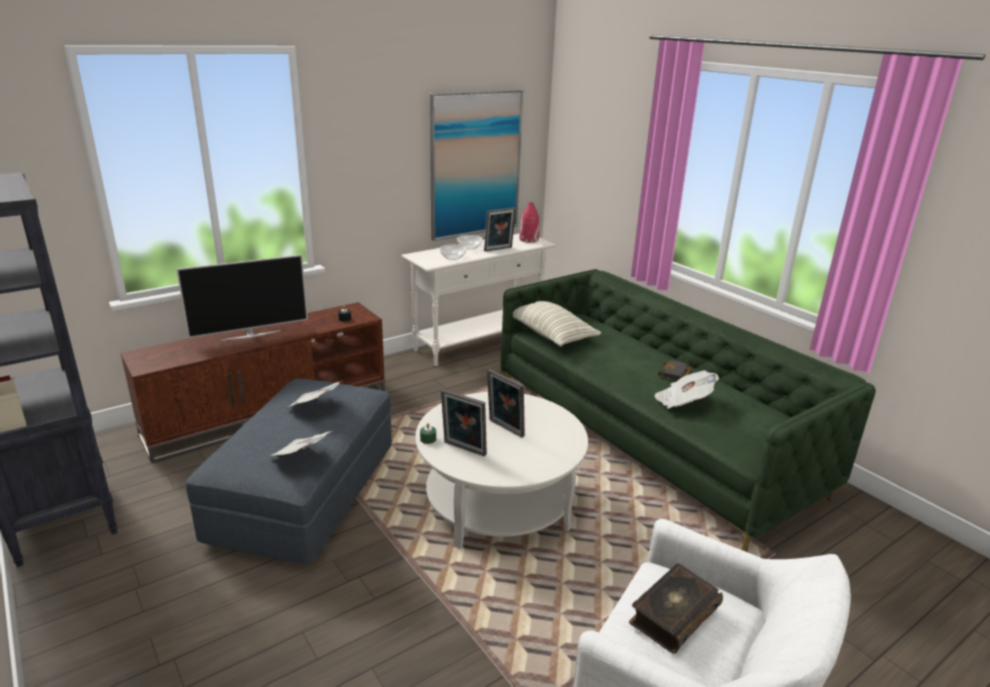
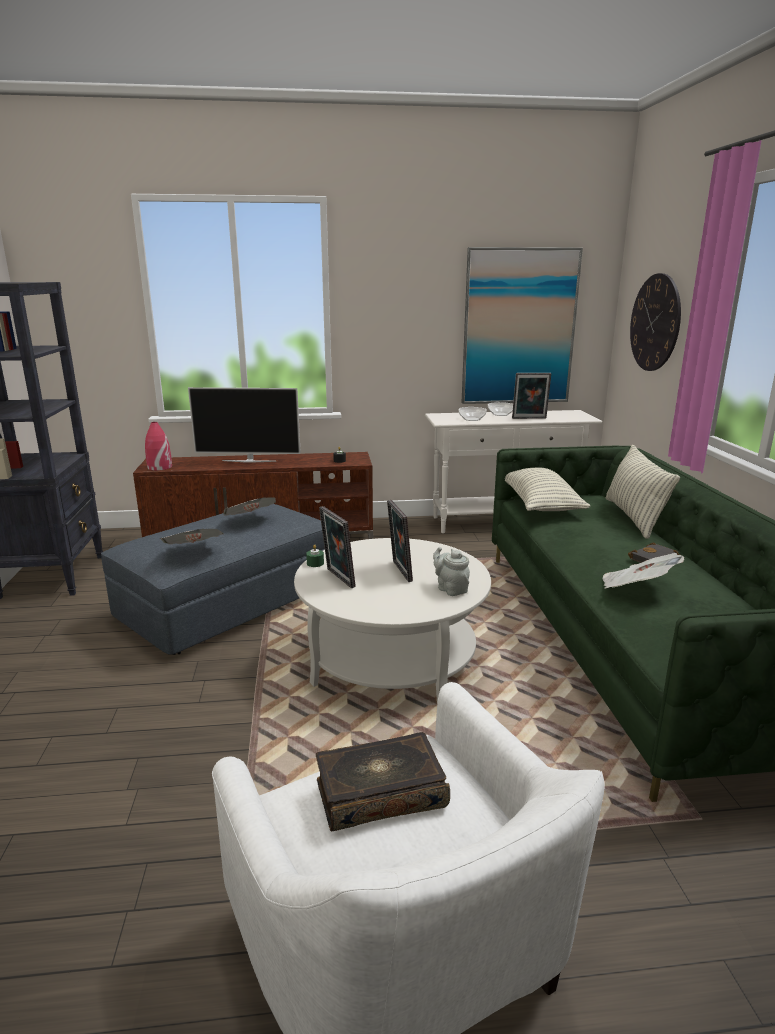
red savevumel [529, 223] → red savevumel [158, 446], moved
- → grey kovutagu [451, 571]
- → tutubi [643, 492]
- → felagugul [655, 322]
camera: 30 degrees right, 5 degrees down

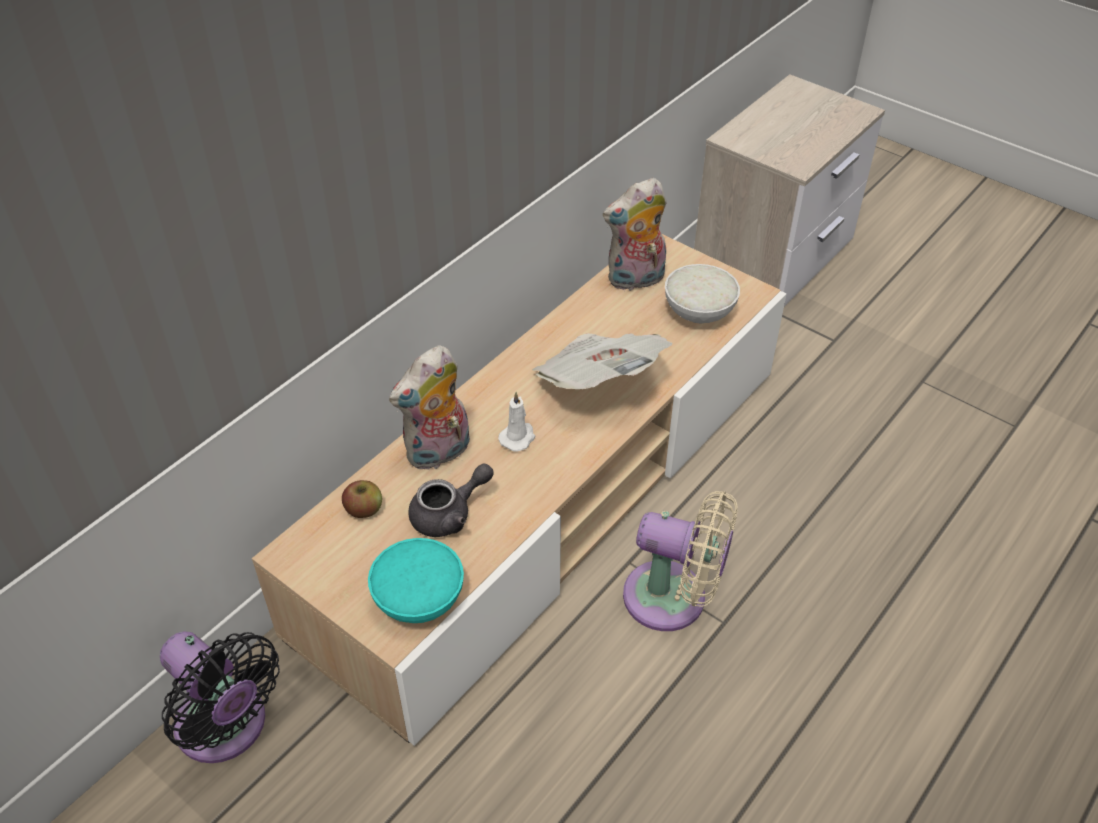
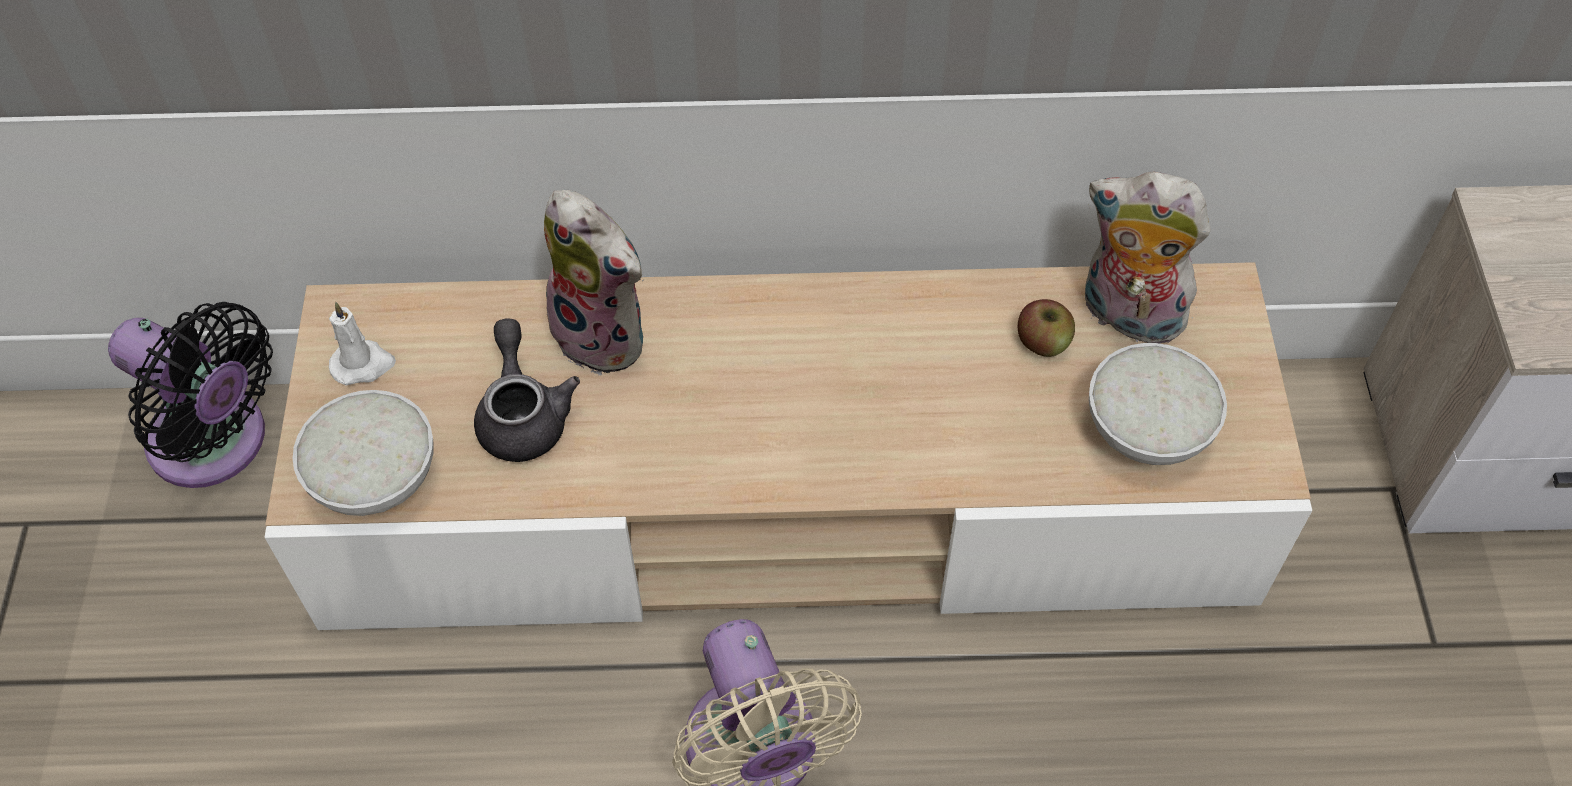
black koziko [220, 697] → black koziko [190, 395], 60 degrees counterclockwise
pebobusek [362, 499] → pebobusek [1046, 328], moved
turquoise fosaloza [416, 580] → white fosaloza [362, 453]
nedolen [429, 408] → nedolen [591, 282], 150 degrees counterclockwise
grey kovutagu [451, 500] → grey kovutagu [527, 390], 120 degrees counterclockwise
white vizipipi [516, 422] → white vizipipi [362, 343], moved
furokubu [602, 361] → -
camera: 50 degrees right, 10 degrees up

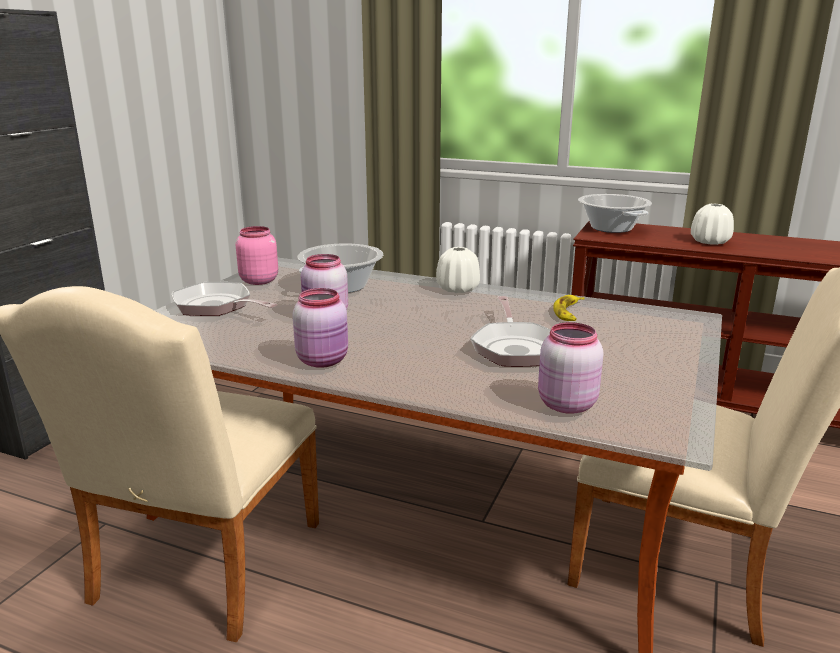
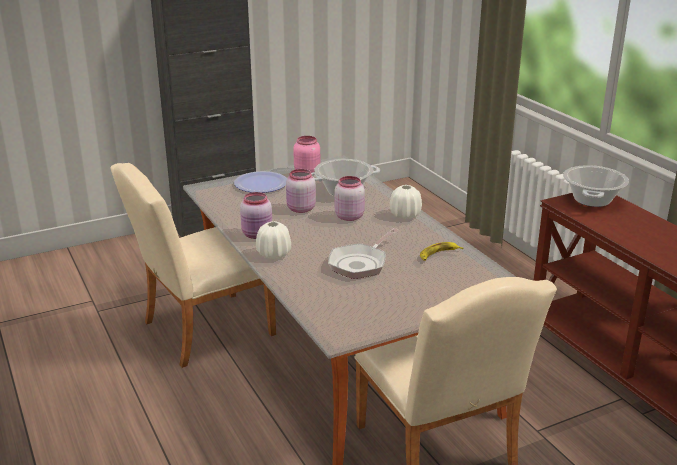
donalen [225, 299] → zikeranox [260, 182]
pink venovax [571, 368] → pink venovax [350, 198], moved
white savevumel [712, 224] → white savevumel [273, 240], moved
camera: 40 degrees right, 5 degrees up

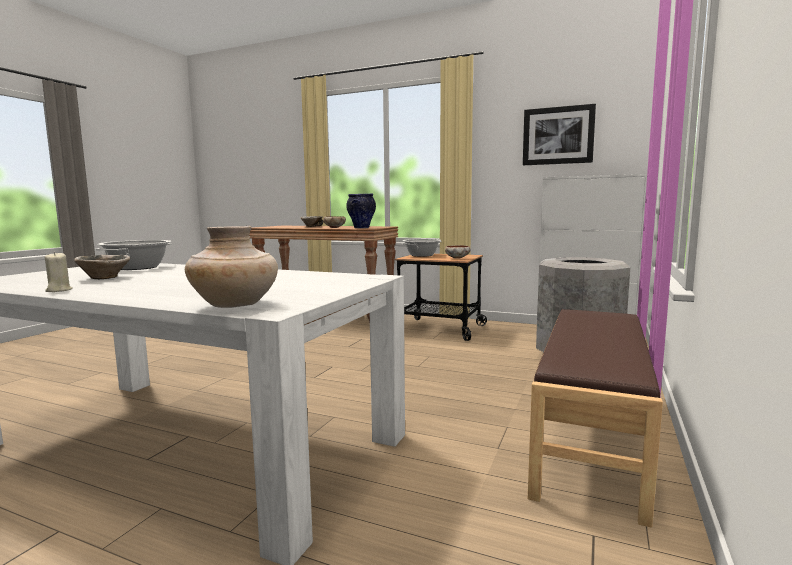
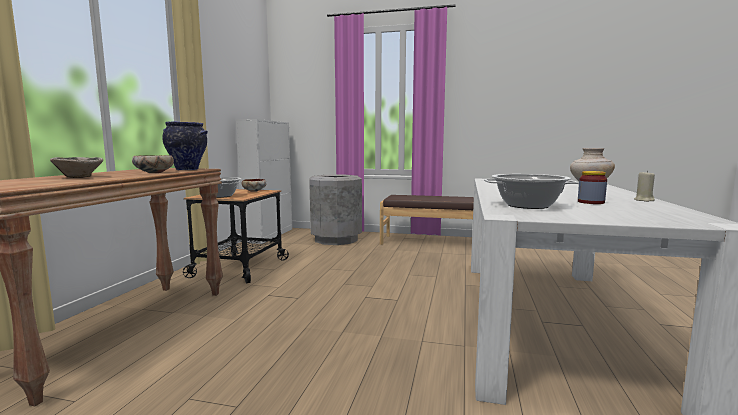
fosaloza [102, 267] → venovax [592, 187]
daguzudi [559, 134] → -
camera: 100 degrees left, 0 degrees up

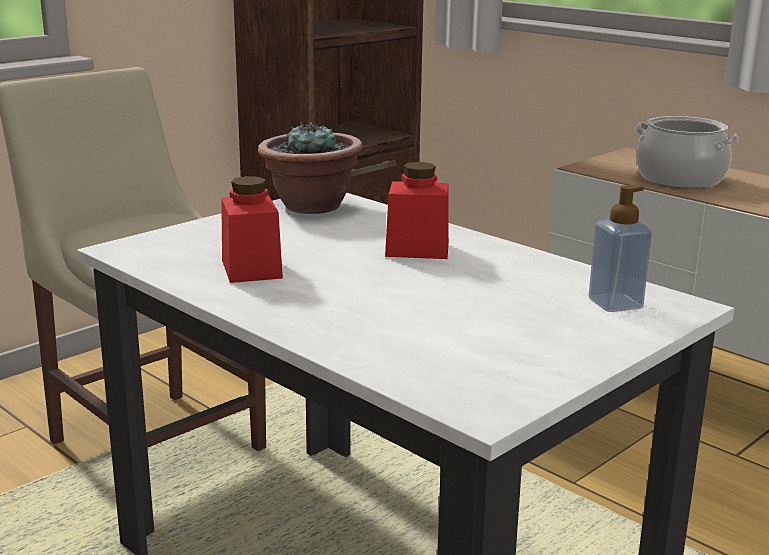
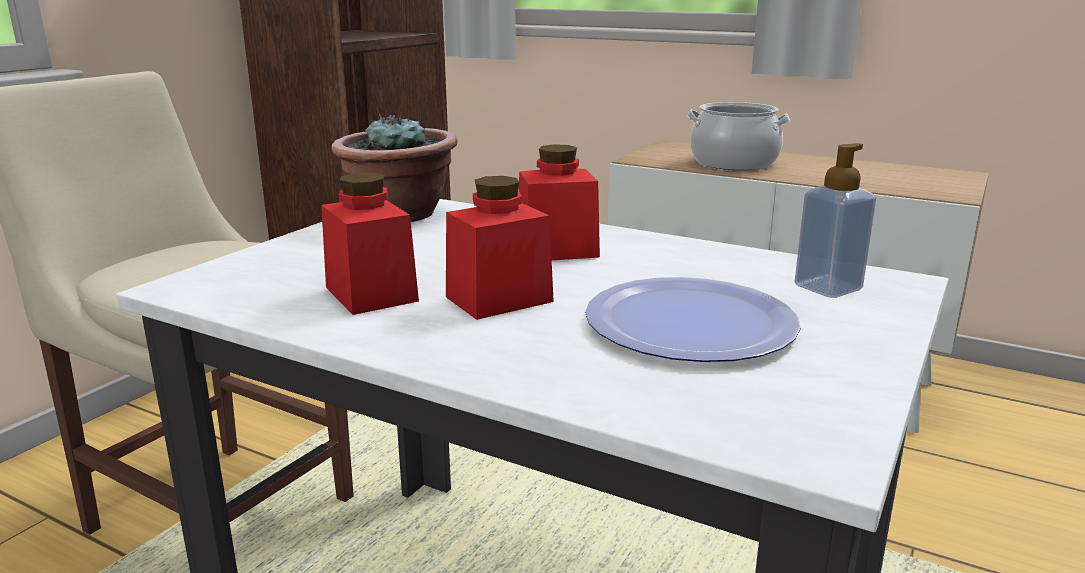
- → red venovax [500, 248]
- → zikeranox [693, 319]
camera: 15 degrees left, 0 degrees up

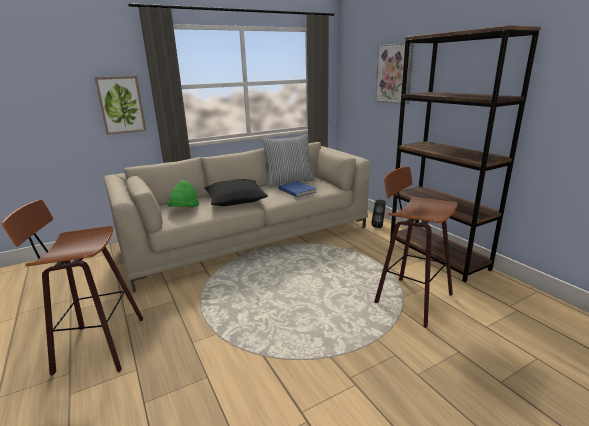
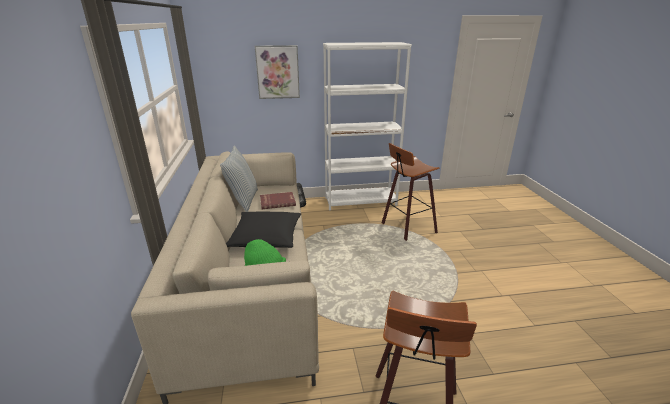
daguzudi [120, 105] → -
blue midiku [297, 189] → red midiku [278, 200]
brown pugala [465, 153] → white pugala [367, 126]
camera: 70 degrees left, 5 degrees up

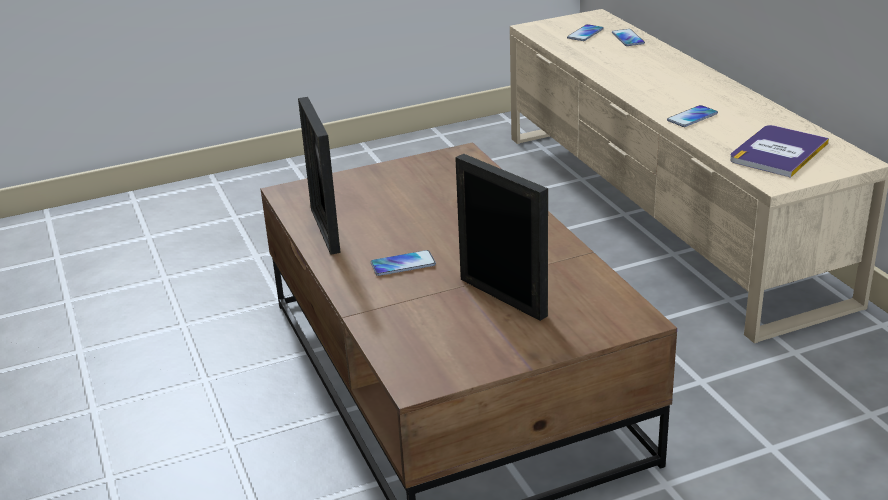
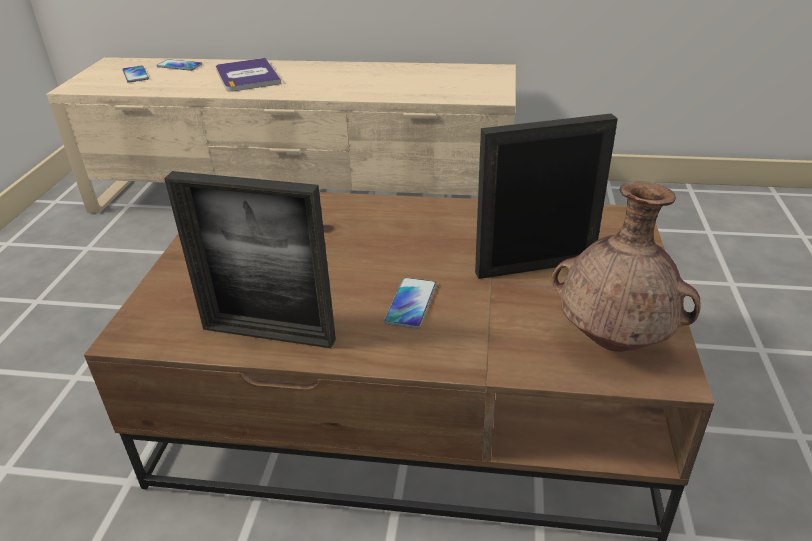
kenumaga [692, 116] → -
midiku [779, 151] → midiku [249, 75], moved
- → brown savevumel [626, 267]
camera: 60 degrees left, 5 degrees up

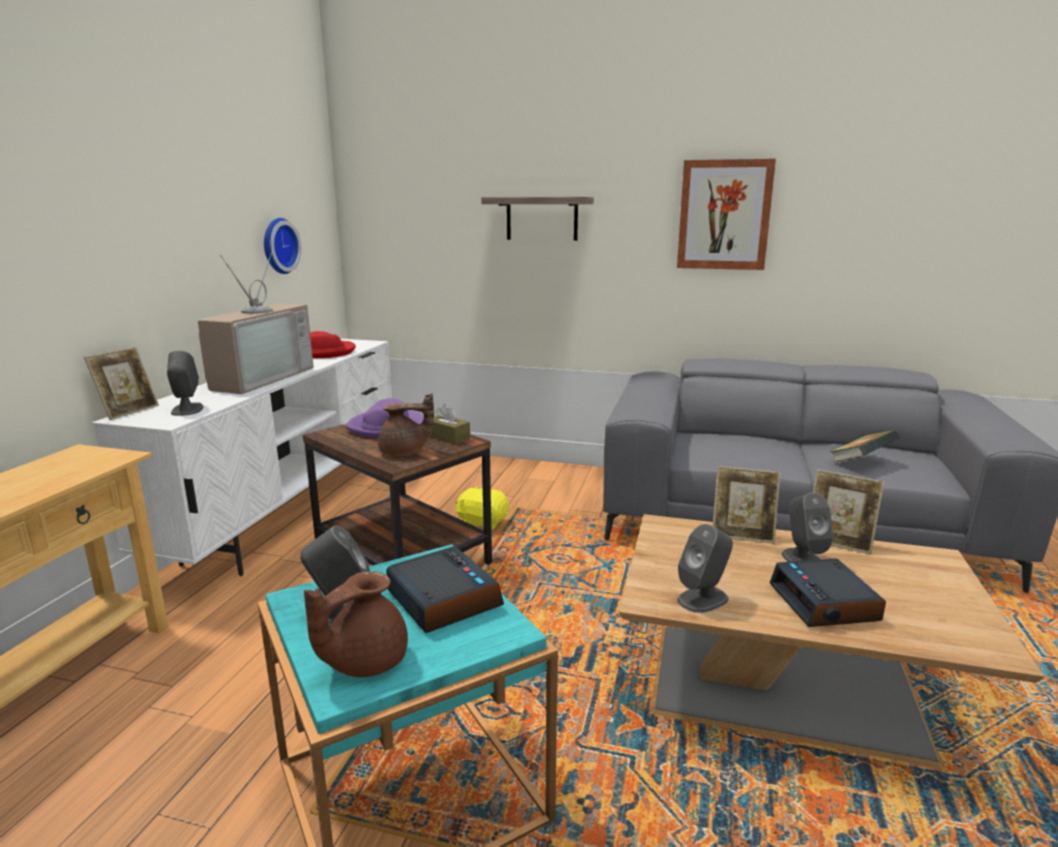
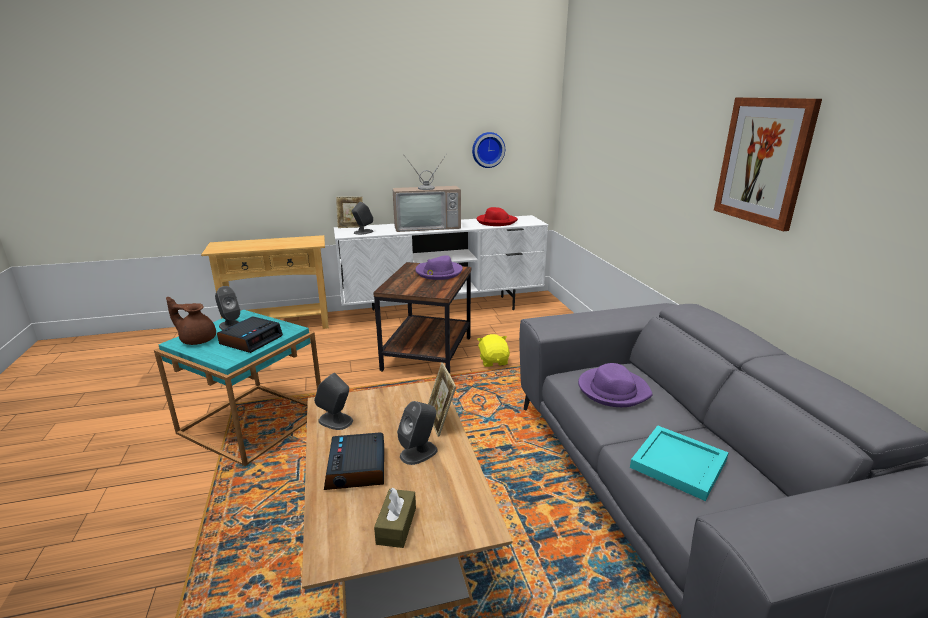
brown kovutagu [406, 424] → -
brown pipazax [450, 424] → brown pipazax [395, 518], moved
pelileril [537, 219] → -
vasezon [828, 593] → vasezon [354, 461], 60 degrees counterclockwise
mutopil [849, 511] → -
midiku [864, 446] → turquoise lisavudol [679, 463]
- → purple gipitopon [615, 385]
camera: 60 degrees right, 5 degrees up

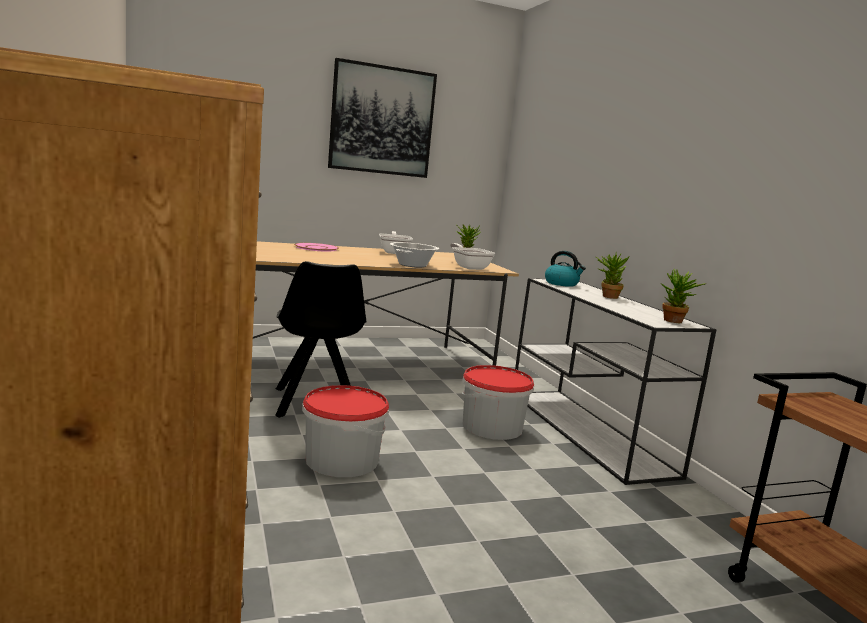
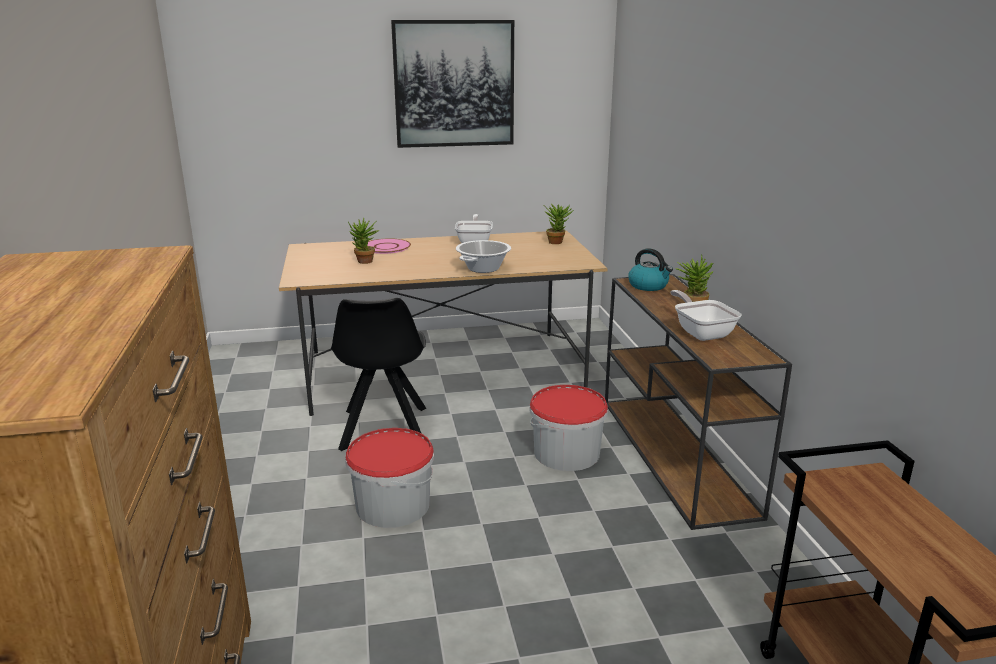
donalen [472, 256] → donalen [706, 315], moved
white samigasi [616, 381] → brown samigasi [698, 402]
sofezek [683, 296] → sofezek [363, 241], moved
camera: 10 degrees right, 10 degrees up

